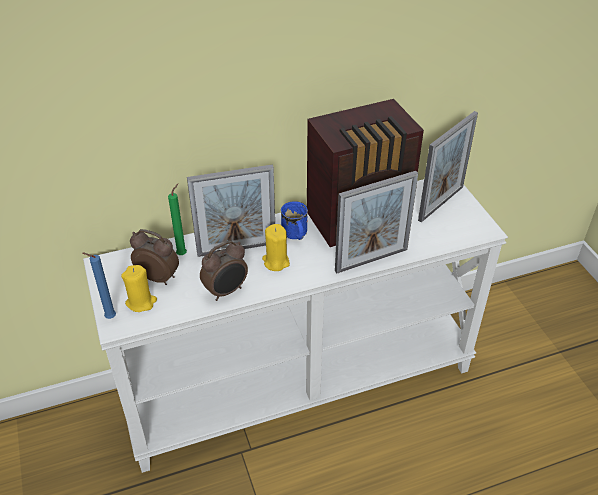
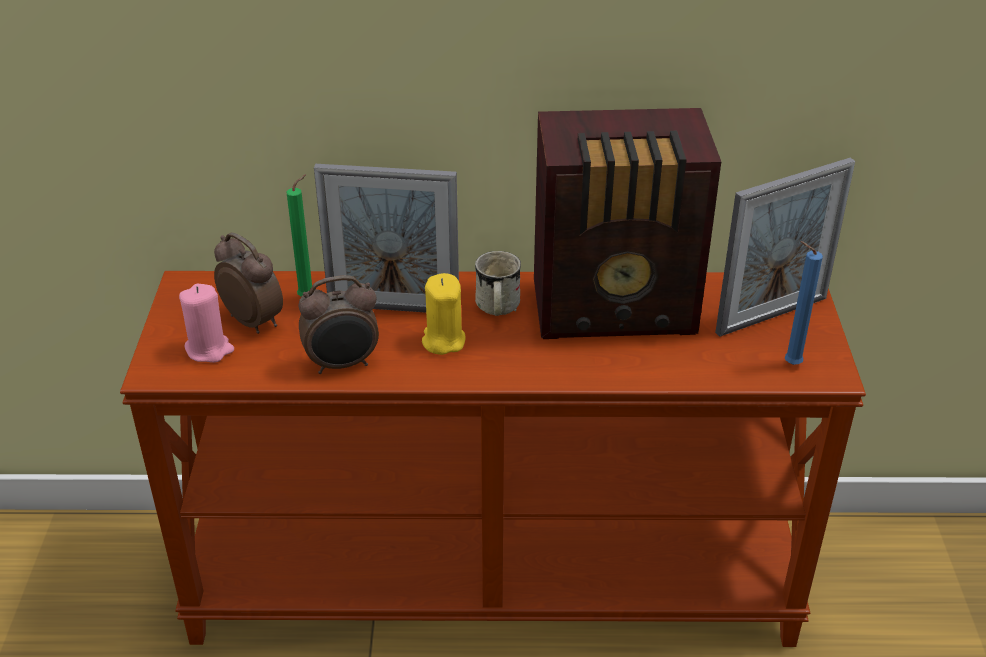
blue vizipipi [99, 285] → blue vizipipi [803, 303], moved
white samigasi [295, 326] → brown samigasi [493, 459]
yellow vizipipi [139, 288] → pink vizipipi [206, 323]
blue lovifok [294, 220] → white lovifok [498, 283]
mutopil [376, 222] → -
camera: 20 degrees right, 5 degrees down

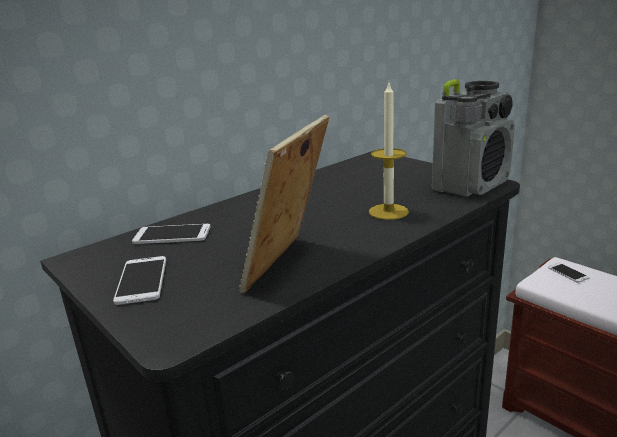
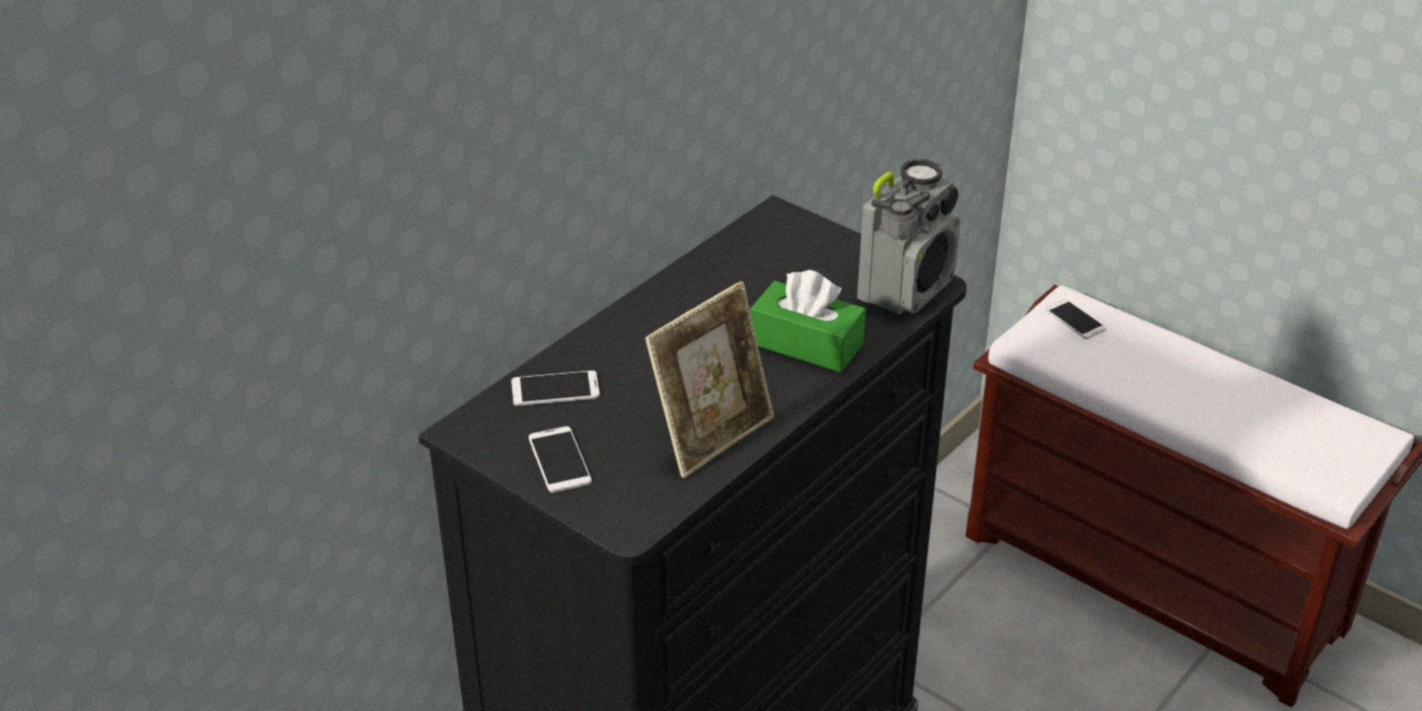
mutopil [284, 204] → mutopil [709, 379], 150 degrees counterclockwise
vizipipi [389, 151] → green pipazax [808, 321]
camera: 10 degrees left, 15 degrees up

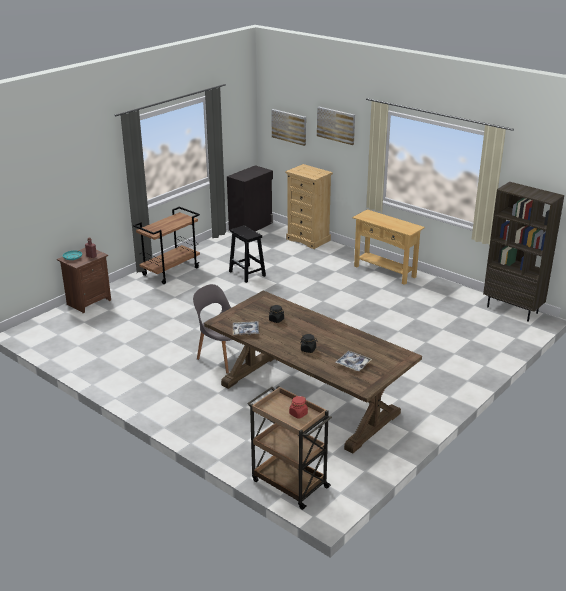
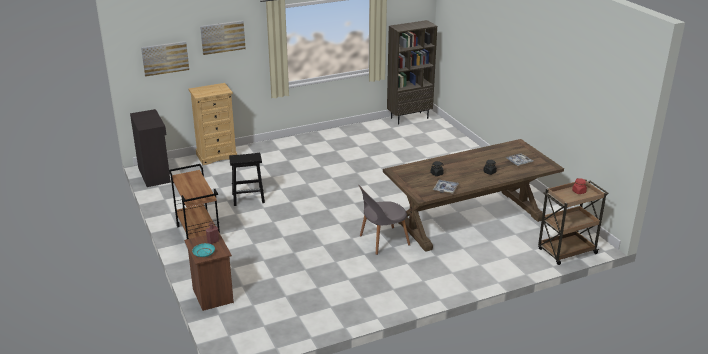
beige samigasi [388, 247] → -
camera: 65 degrees left, 0 degrees up

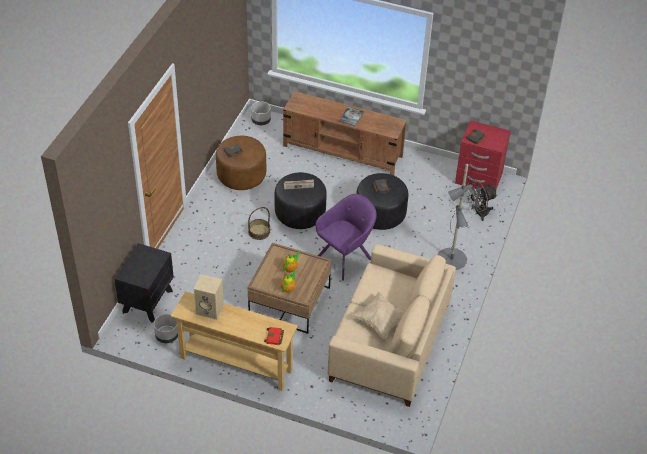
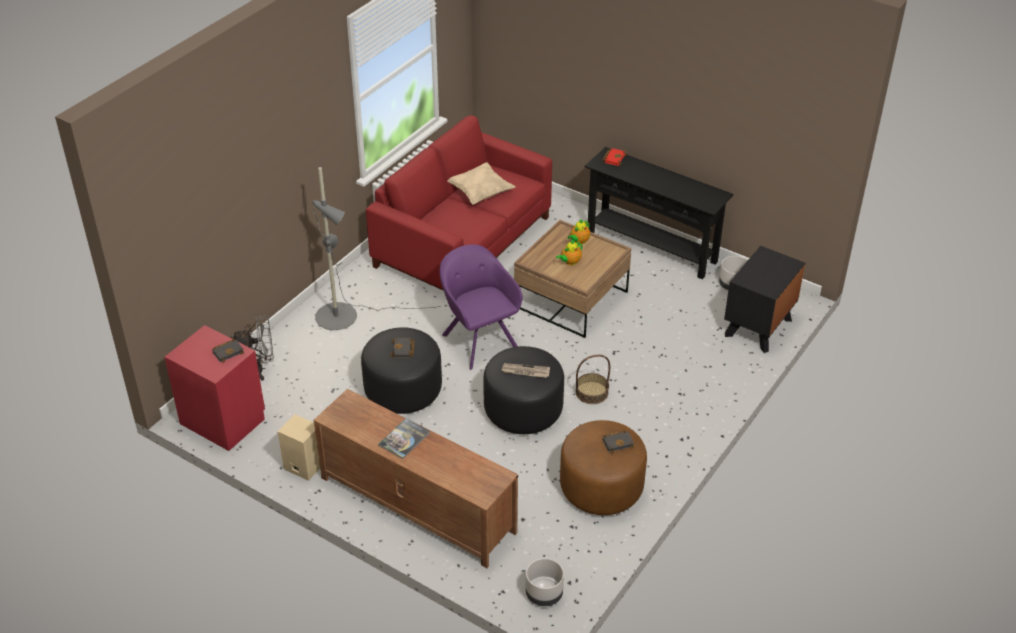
beige samigasi [234, 341] → black samigasi [659, 213]
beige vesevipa [209, 297] → beige vesevipa [299, 447], moved
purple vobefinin [346, 237] → purple vobefinin [481, 307], 90 degrees clockwise
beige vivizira [392, 325] → red vivizira [459, 203]
camera: 165 degrees left, 5 degrees down

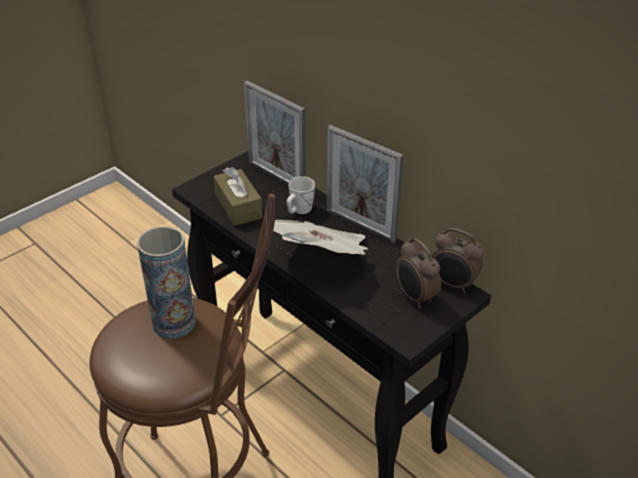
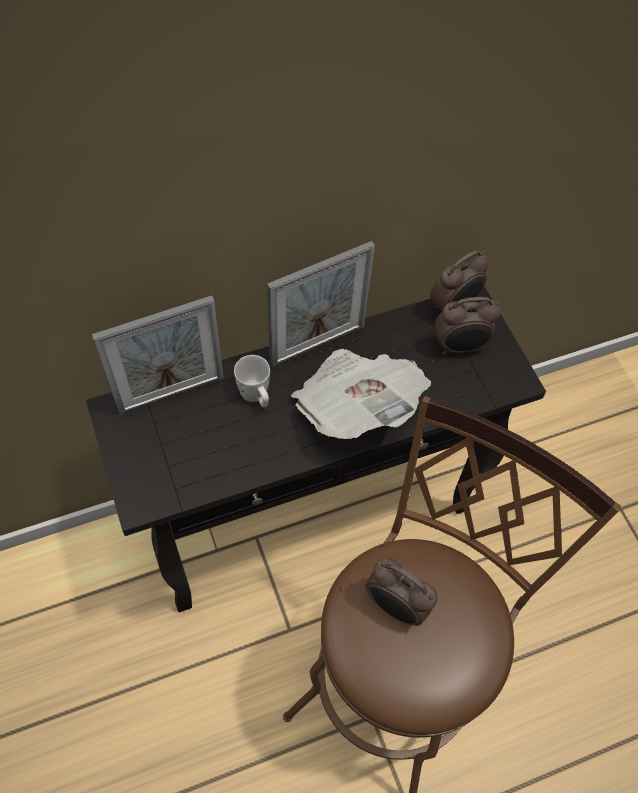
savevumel [166, 282] → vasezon [401, 592]
brown pipazax [238, 196] → -
camera: 70 degrees left, 20 degrees up

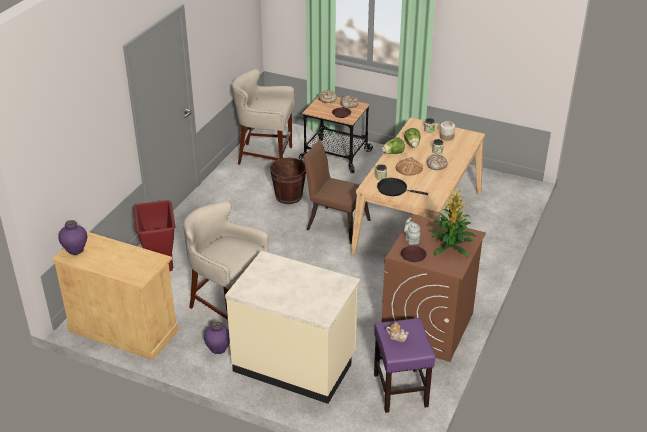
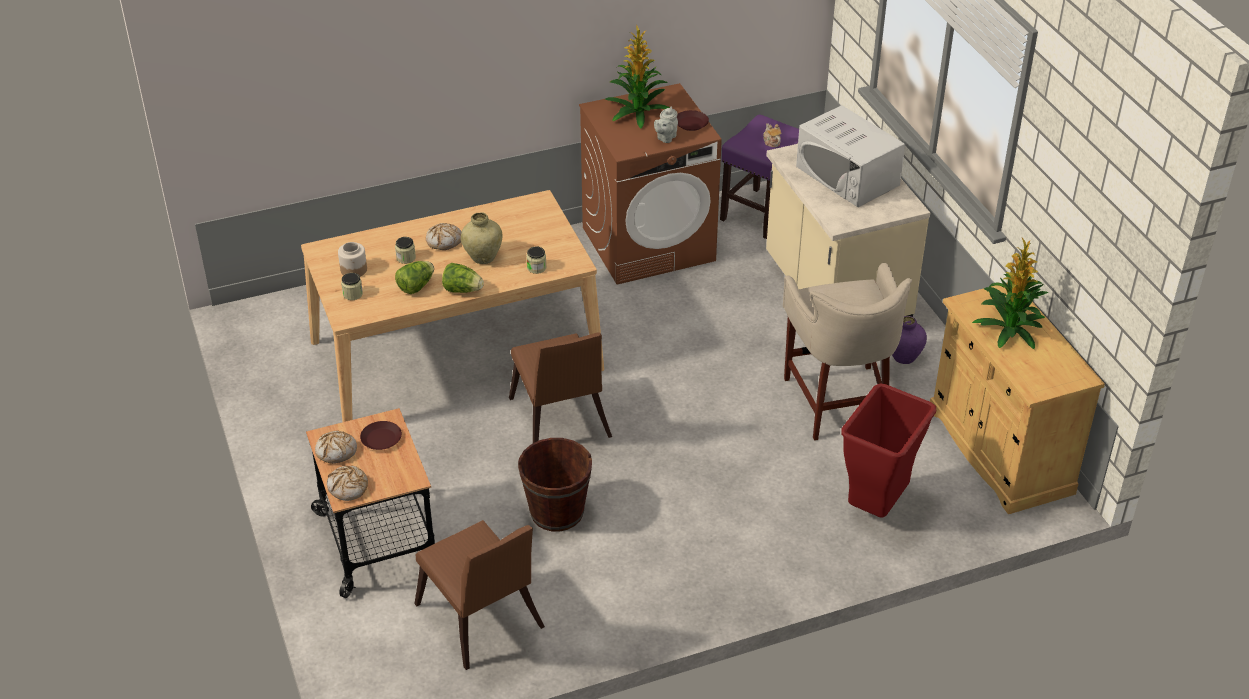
purple savevumel [72, 237] → -
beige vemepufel [263, 117] → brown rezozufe [479, 595]
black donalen [402, 187] → -
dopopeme [409, 166] → beige savevumel [482, 238]
- → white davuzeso [850, 156]
- → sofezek [1010, 293]
camera: 135 degrees left, 5 degrees up

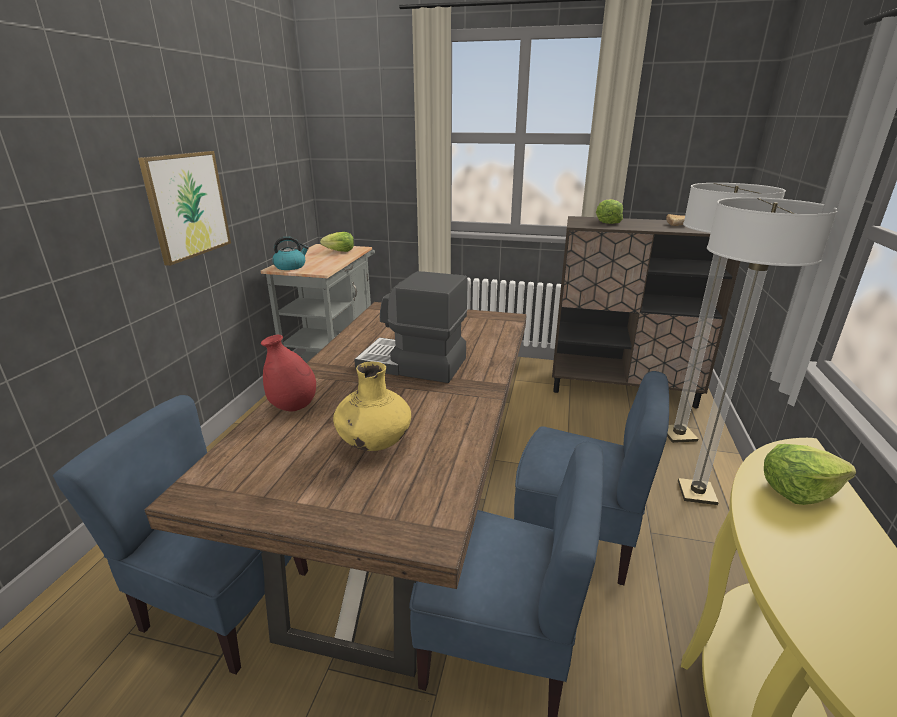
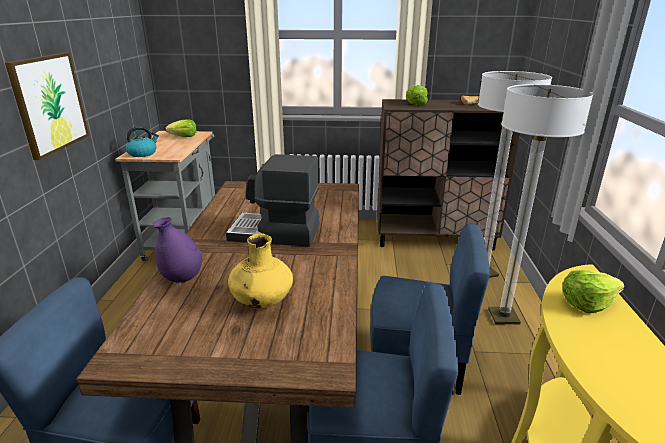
red savevumel [288, 373] → purple savevumel [177, 250]
camera: 10 degrees left, 0 degrees up

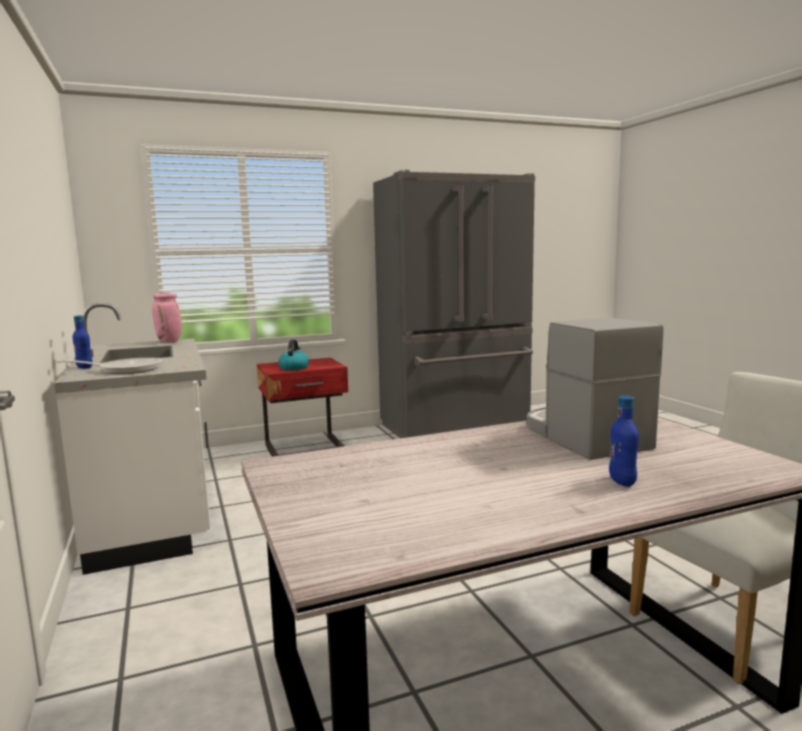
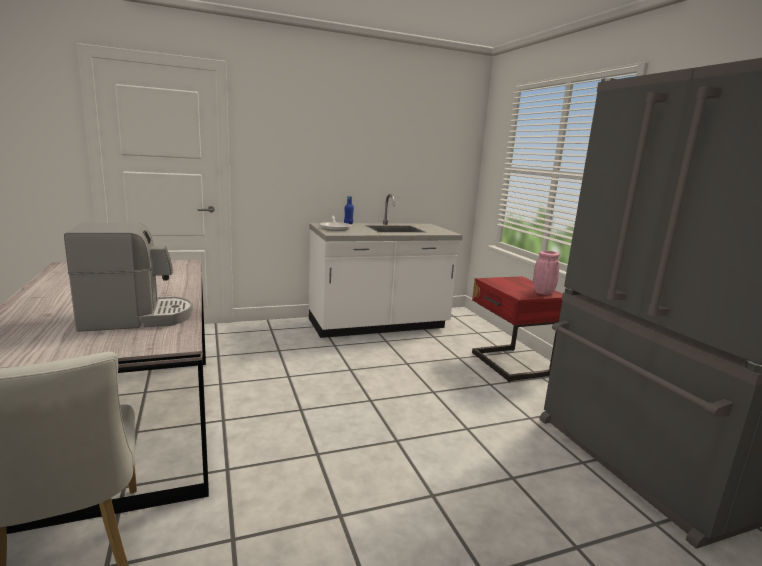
pink savevumel [167, 317] → pink savevumel [546, 273], moved
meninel [293, 354] → -
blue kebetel [624, 441] → -
camera: 90 degrees right, 5 degrees up

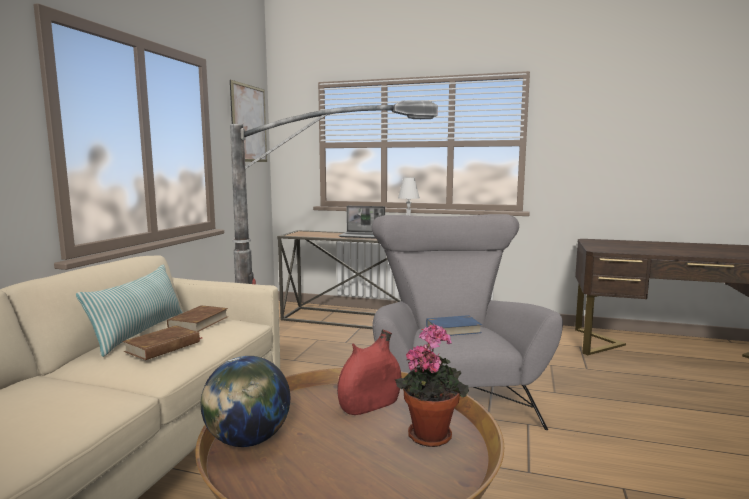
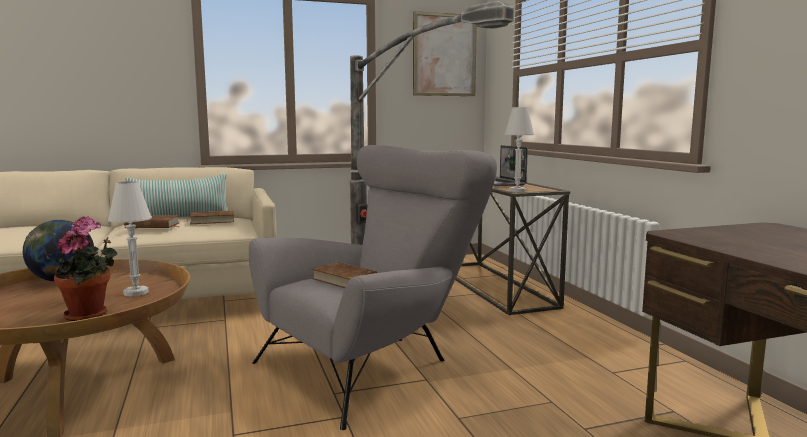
red savevumel [369, 372] → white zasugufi [130, 238]
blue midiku [451, 325] → brown midiku [344, 275]
camera: 55 degrees right, 0 degrees up

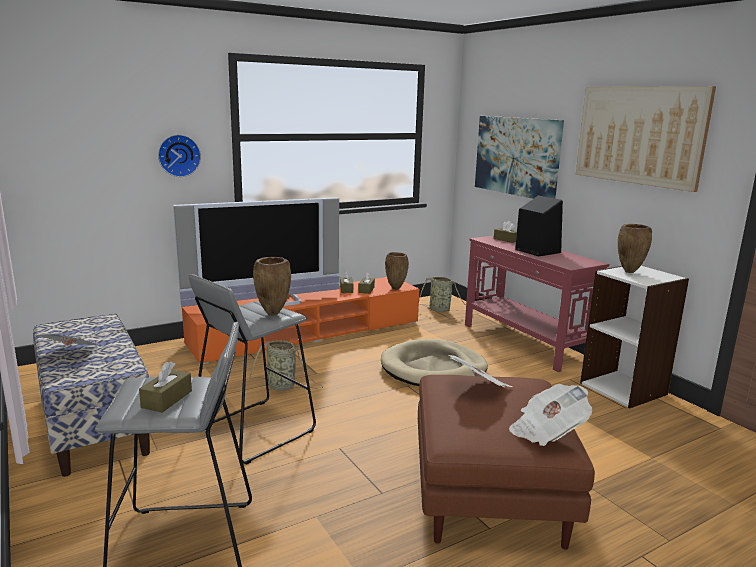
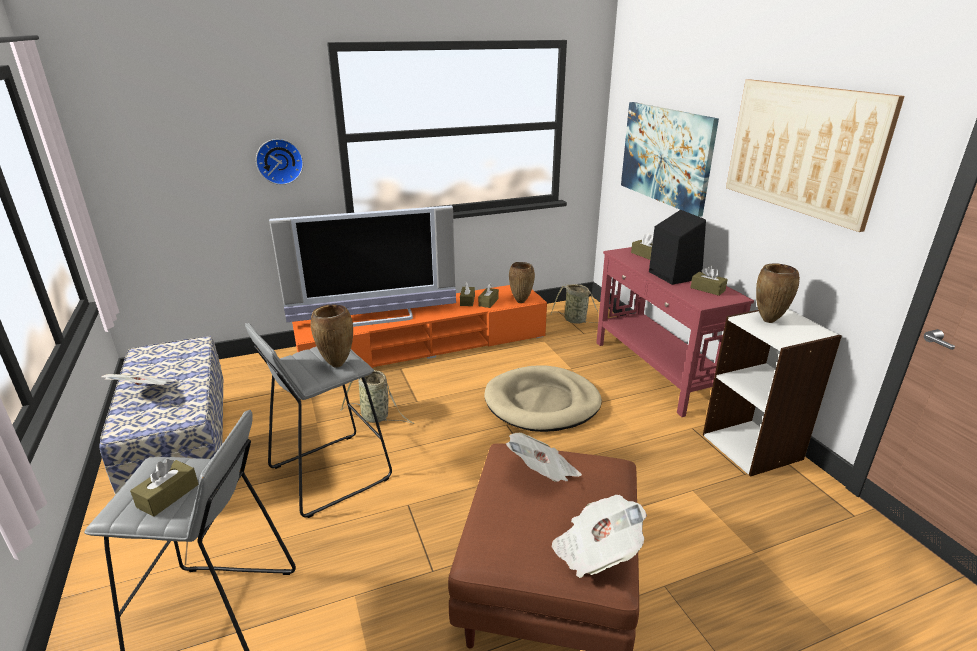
- → brown pipazax [709, 281]
camera: 10 degrees right, 10 degrees up

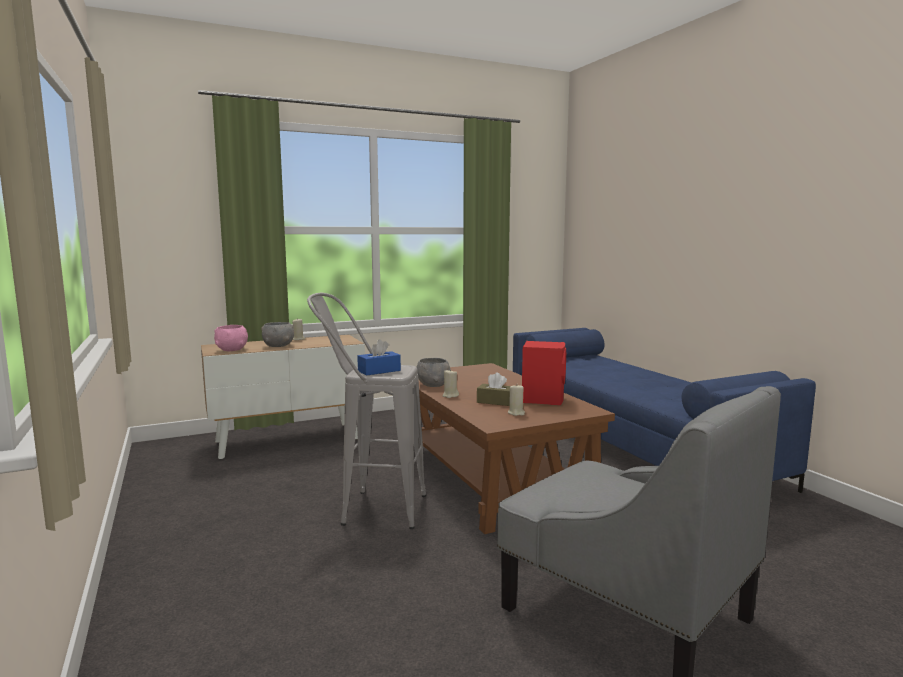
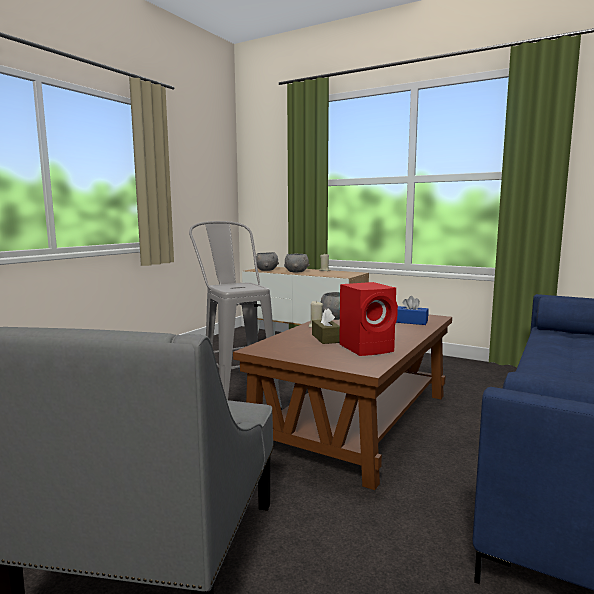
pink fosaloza [231, 338] → grey fosaloza [267, 261]
blue pipazax [379, 357] → blue pipazax [412, 310], moved
beige vizipipi [516, 400] → -
camera: 55 degrees right, 0 degrees up

